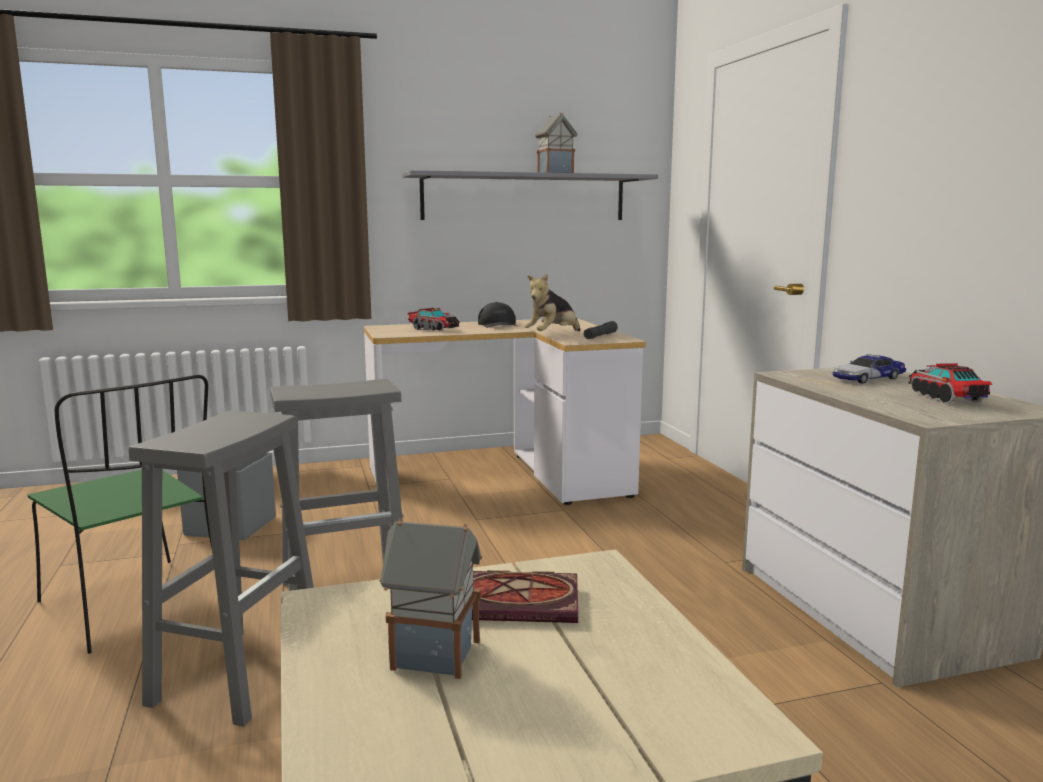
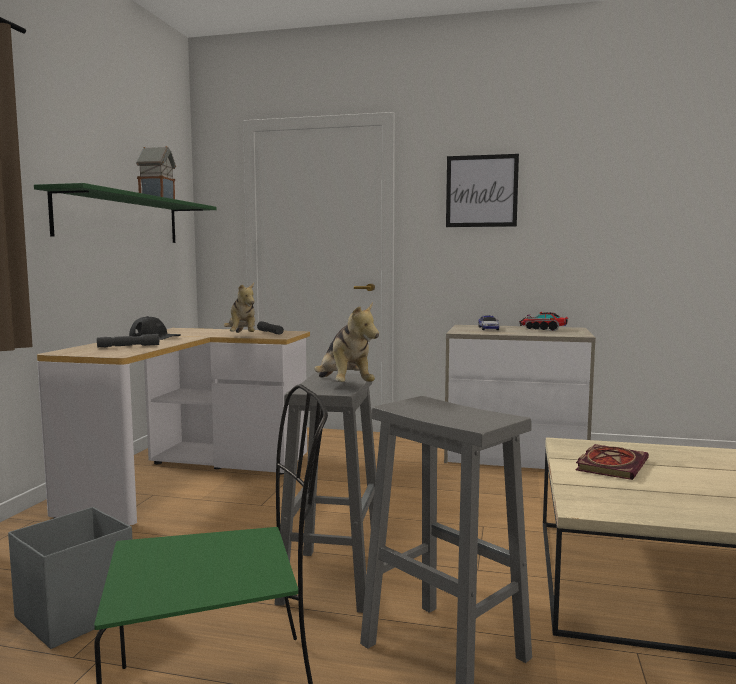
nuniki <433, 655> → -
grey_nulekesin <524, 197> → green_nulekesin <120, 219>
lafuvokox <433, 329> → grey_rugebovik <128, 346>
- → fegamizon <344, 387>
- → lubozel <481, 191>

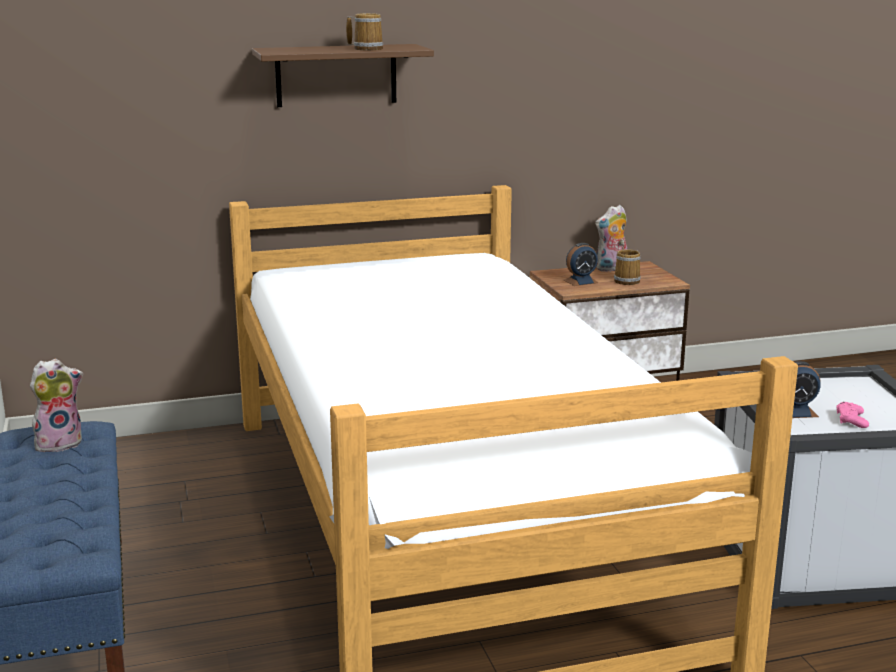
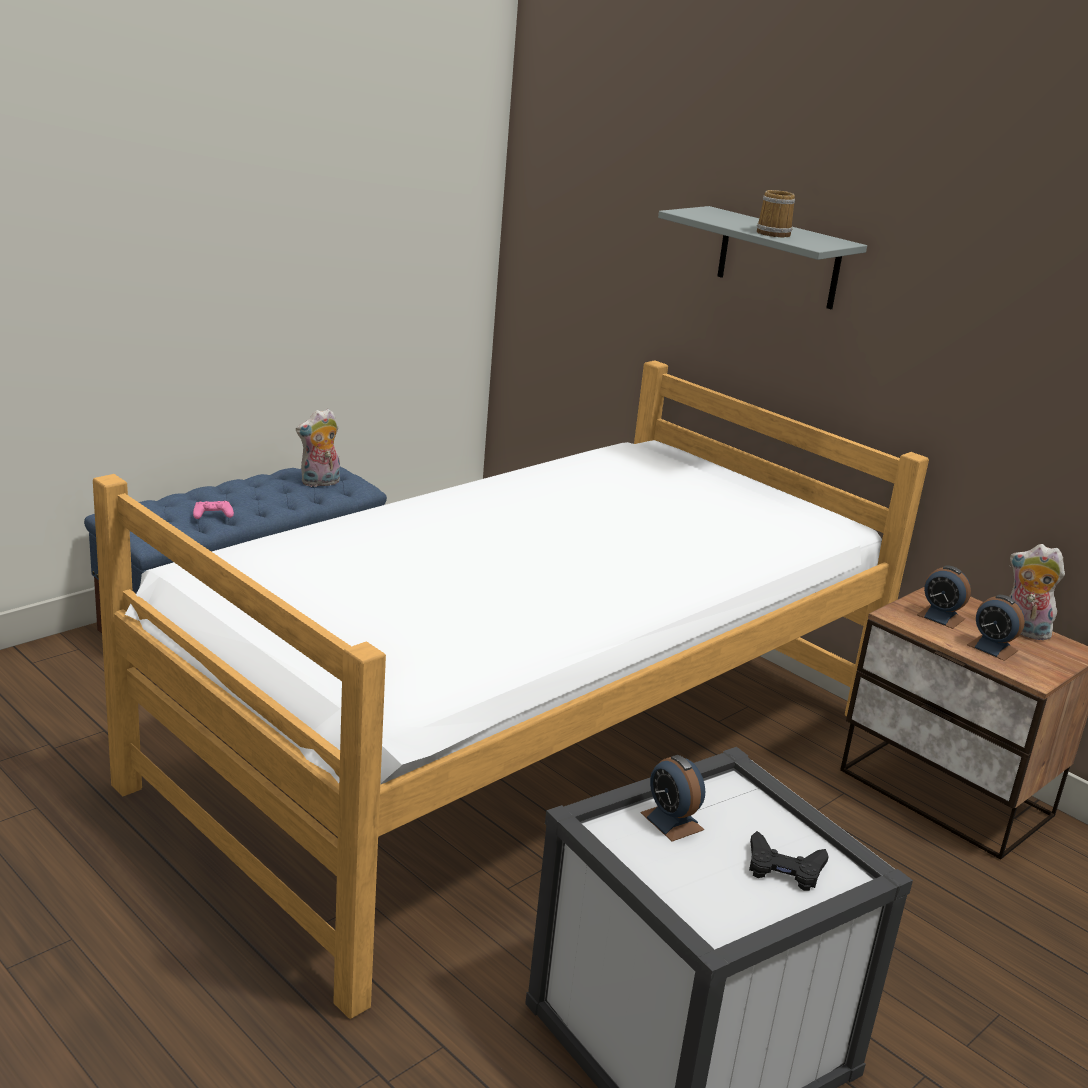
fegamizon <60, 443> → fegamizon <320, 483>, 120 degrees clockwise
brown_nulekesin <336, 75> → grey_nulekesin <779, 258>
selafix <628, 281> → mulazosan <992, 648>
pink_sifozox <851, 420> → pink_sifozox <213, 515>, shifted
- → black_sifozox <784, 868>

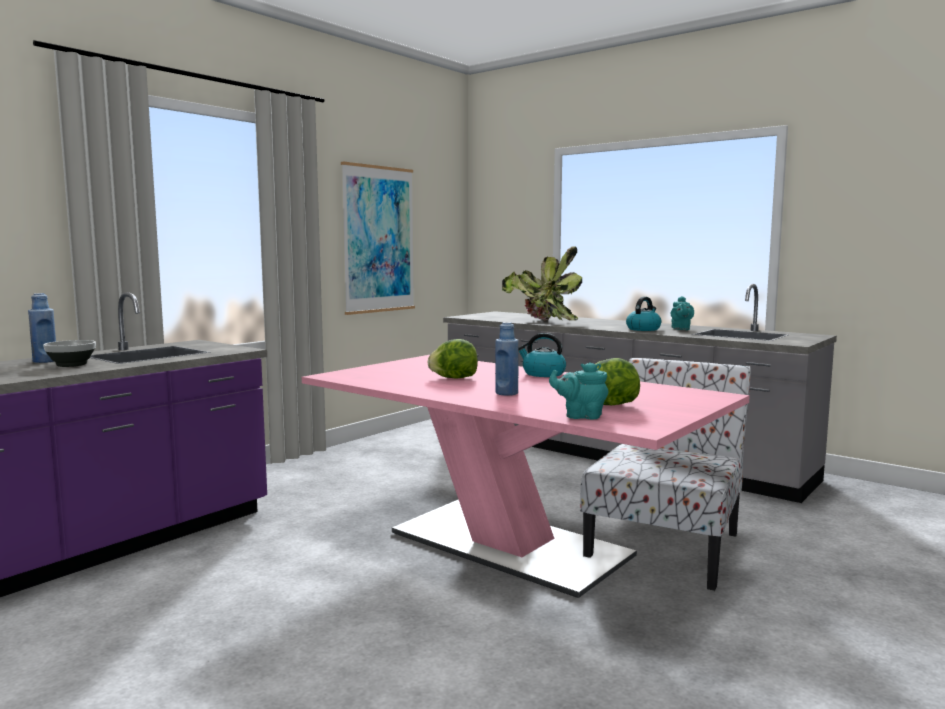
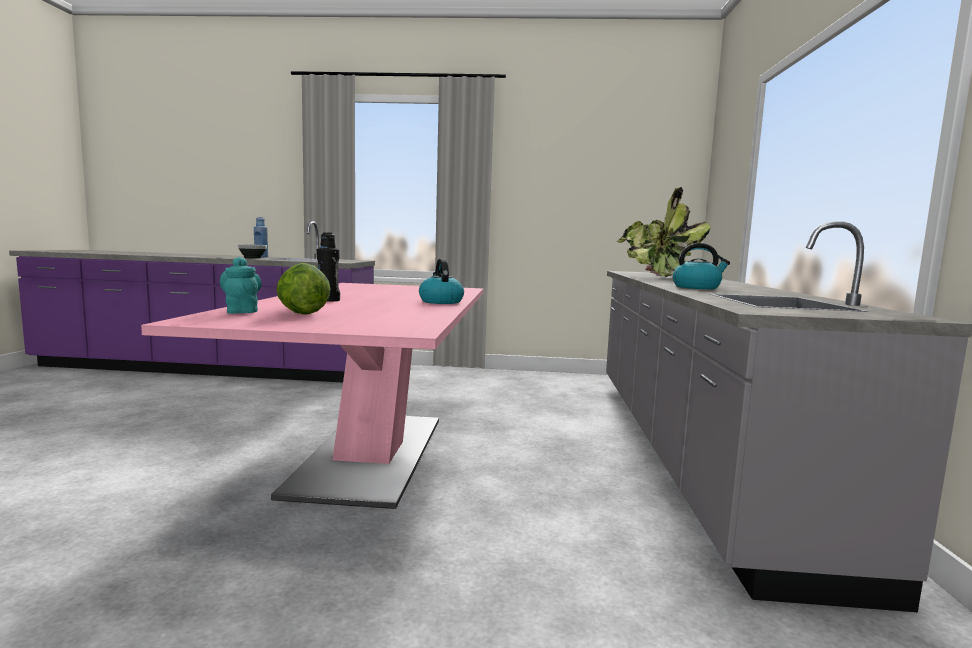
lubozel <378, 239> → -
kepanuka <454, 378> → -
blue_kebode <506, 393> → black_kebode <328, 300>
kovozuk <665, 546> → -
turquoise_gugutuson <680, 329> → -

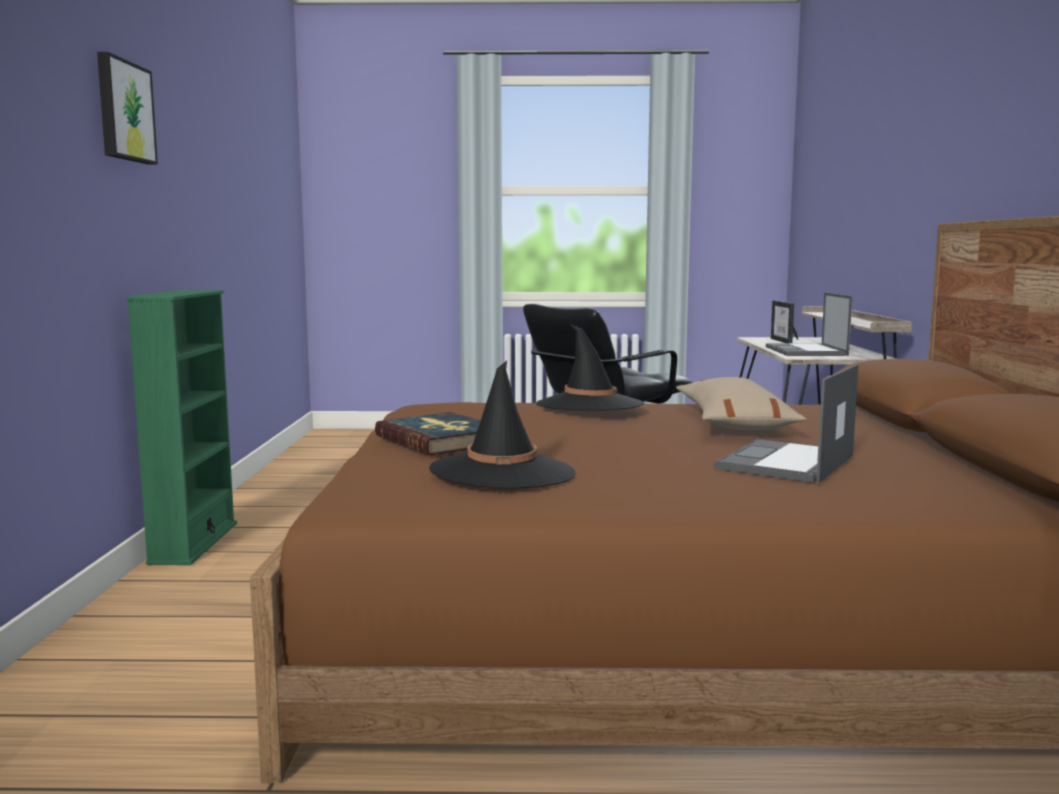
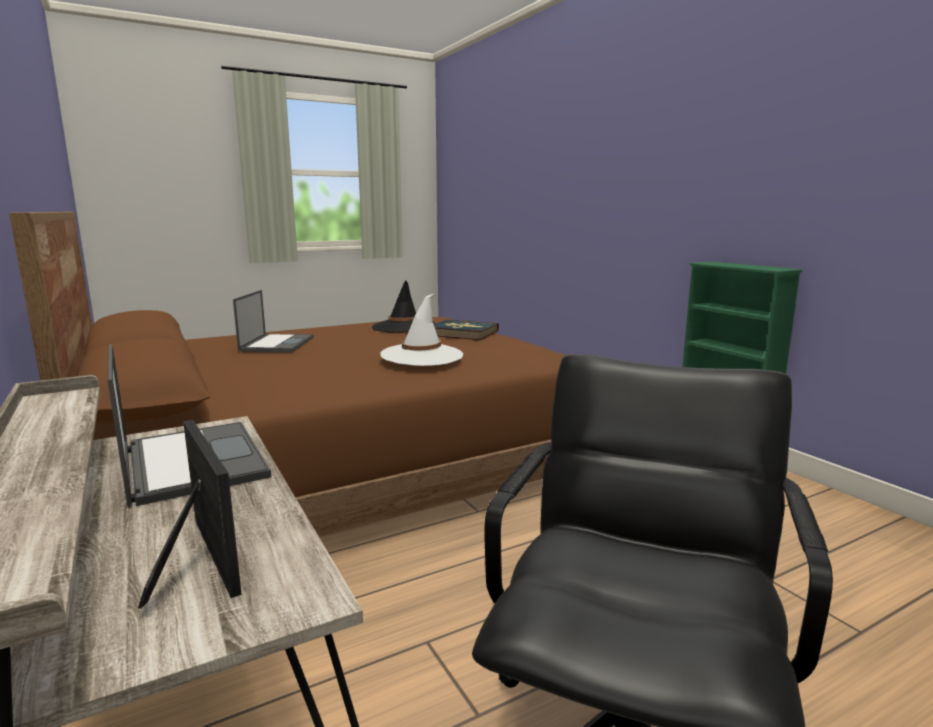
lubozel <124, 111> → -
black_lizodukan <589, 405> → white_lizodukan <422, 355>
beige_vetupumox <733, 423> → -

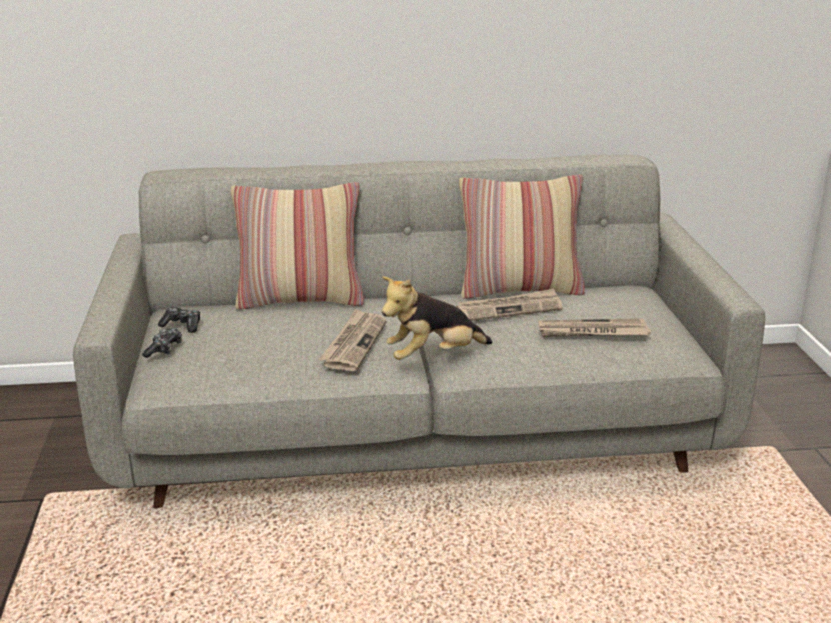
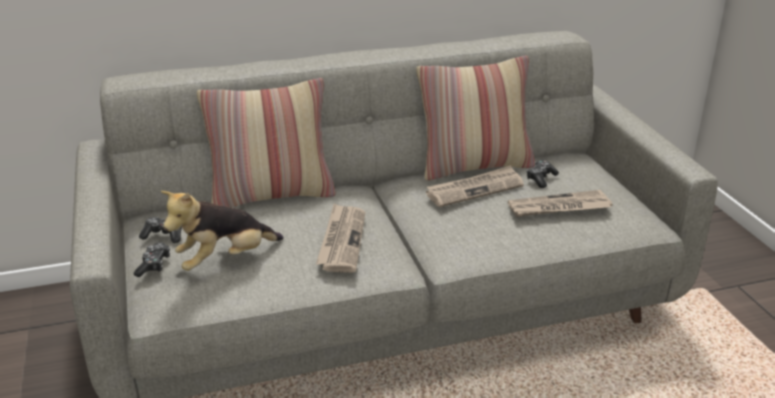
fegamizon <433, 357> → fegamizon <224, 260>, shifted
- → sifozox <541, 179>

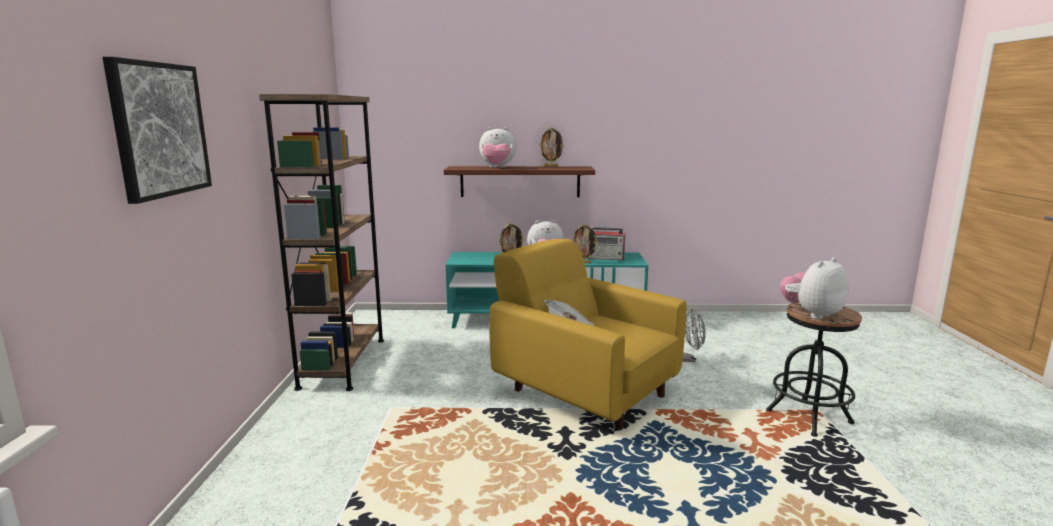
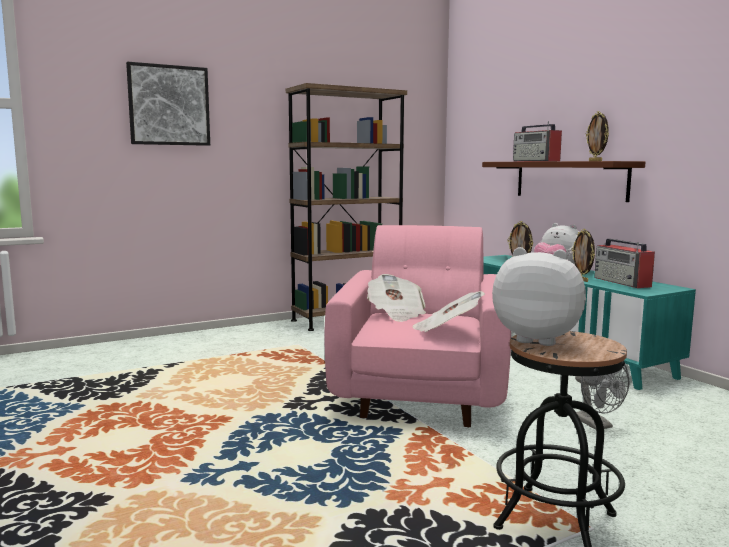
fegamizon <497, 167> → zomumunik <536, 161>
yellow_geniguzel <584, 391> → pink_geniguzel <422, 392>
- → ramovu <446, 330>

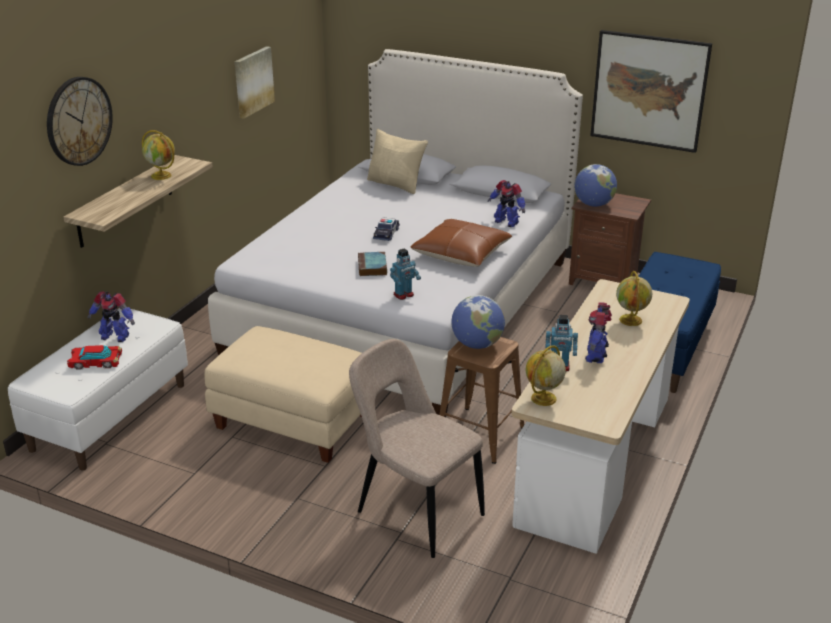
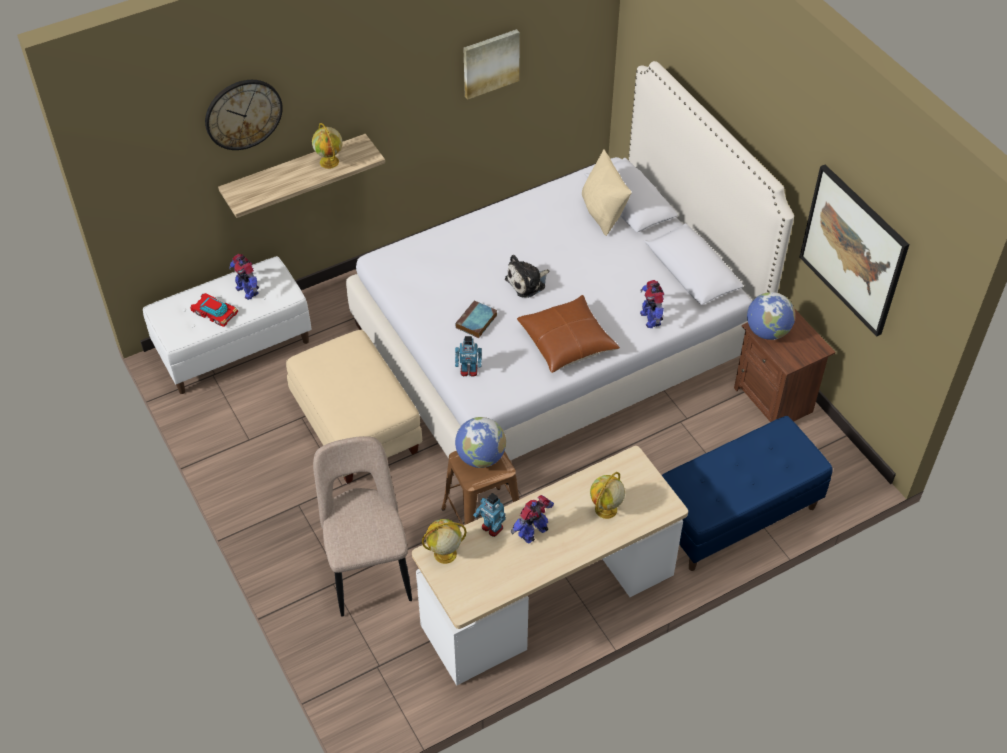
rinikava <386, 234> → fegamizon <527, 282>

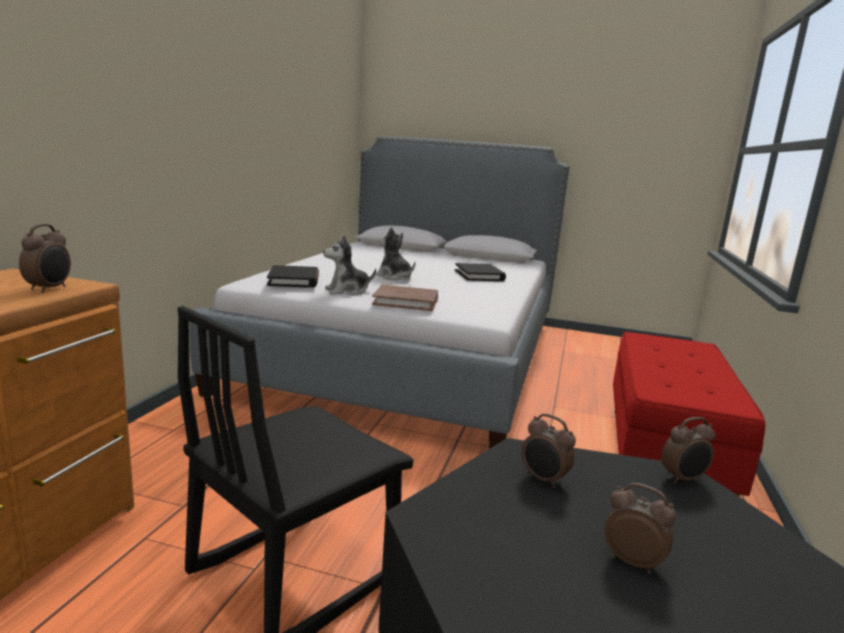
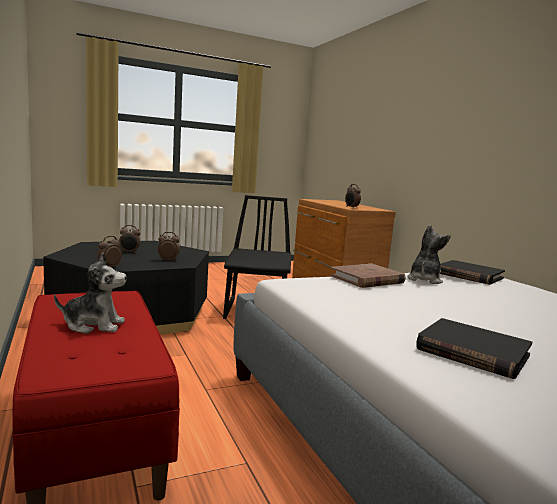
fegamizon <393, 277> → fegamizon <94, 325>, shifted

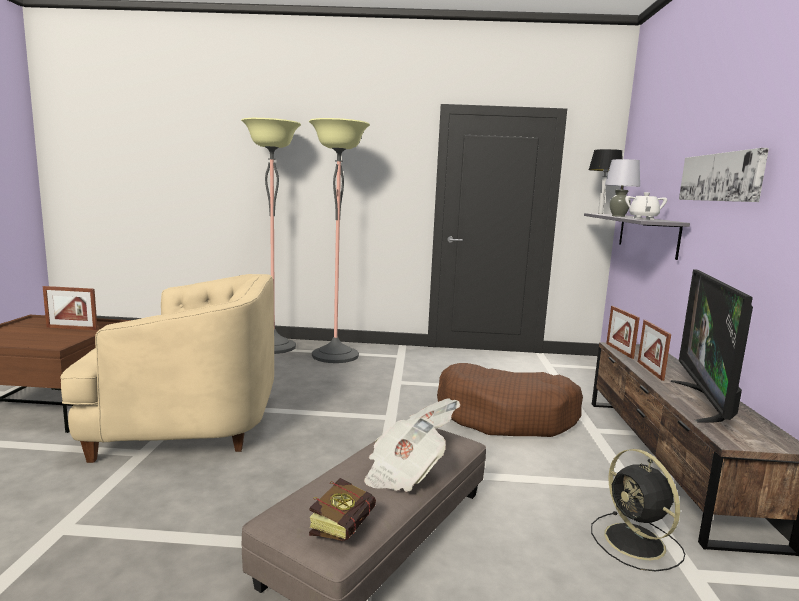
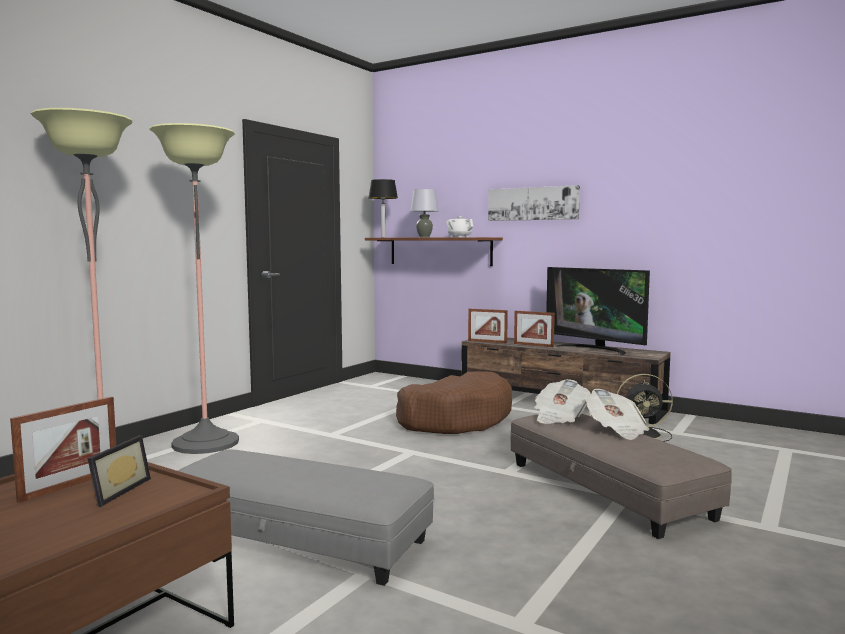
beige_geniguzel <188, 419> → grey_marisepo <296, 539>
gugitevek <346, 525> → -
grey_nulekesin <647, 234> → brown_nulekesin <440, 251>
- → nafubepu <115, 491>

